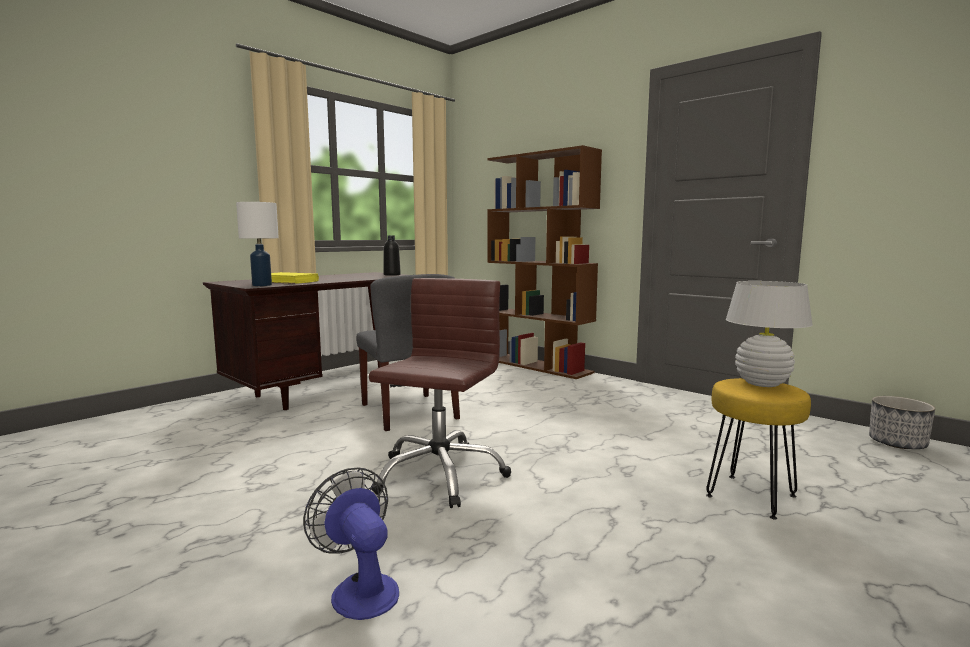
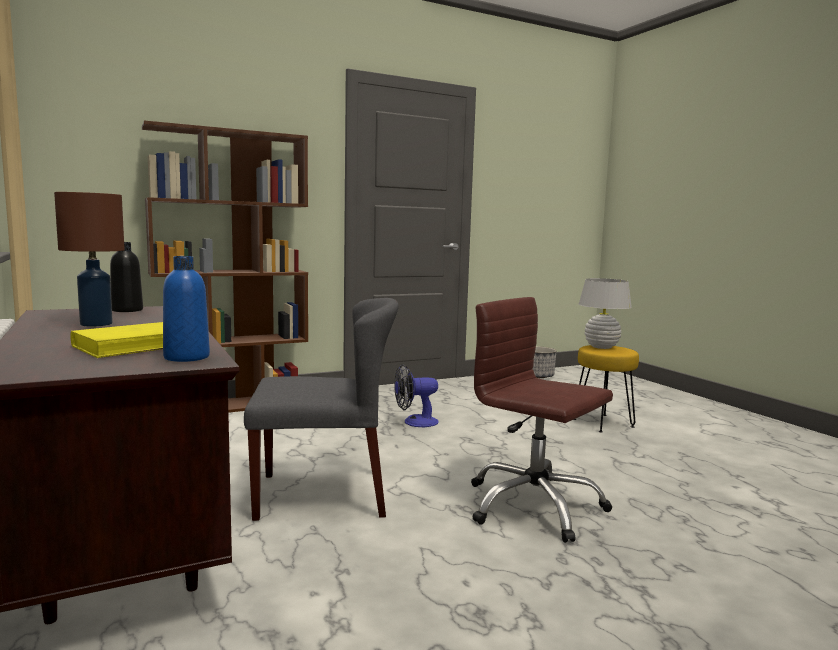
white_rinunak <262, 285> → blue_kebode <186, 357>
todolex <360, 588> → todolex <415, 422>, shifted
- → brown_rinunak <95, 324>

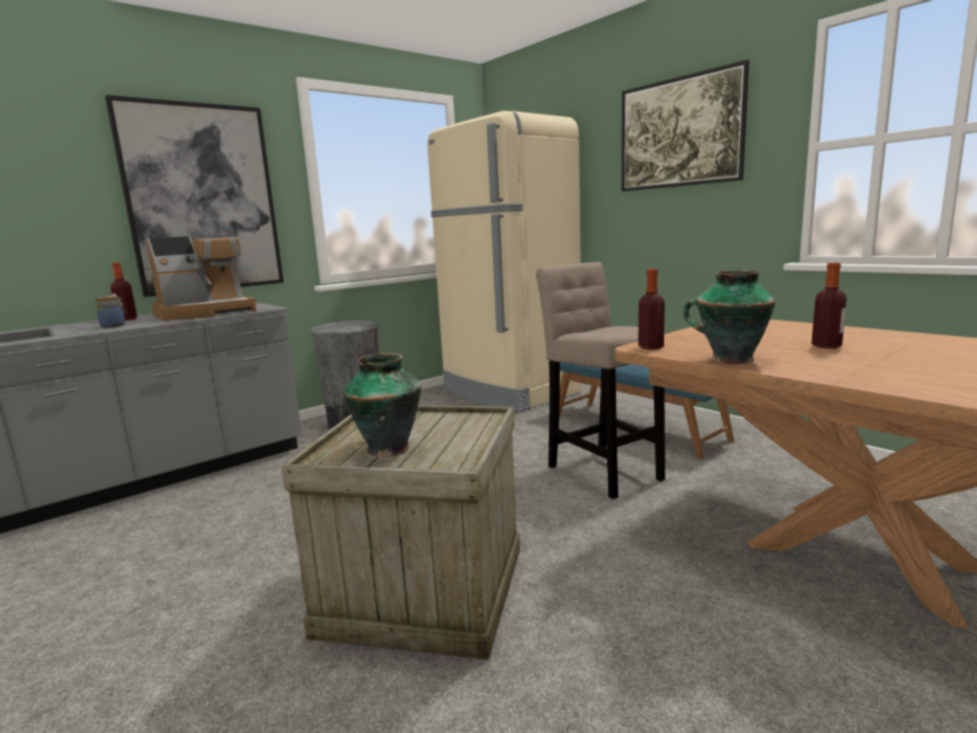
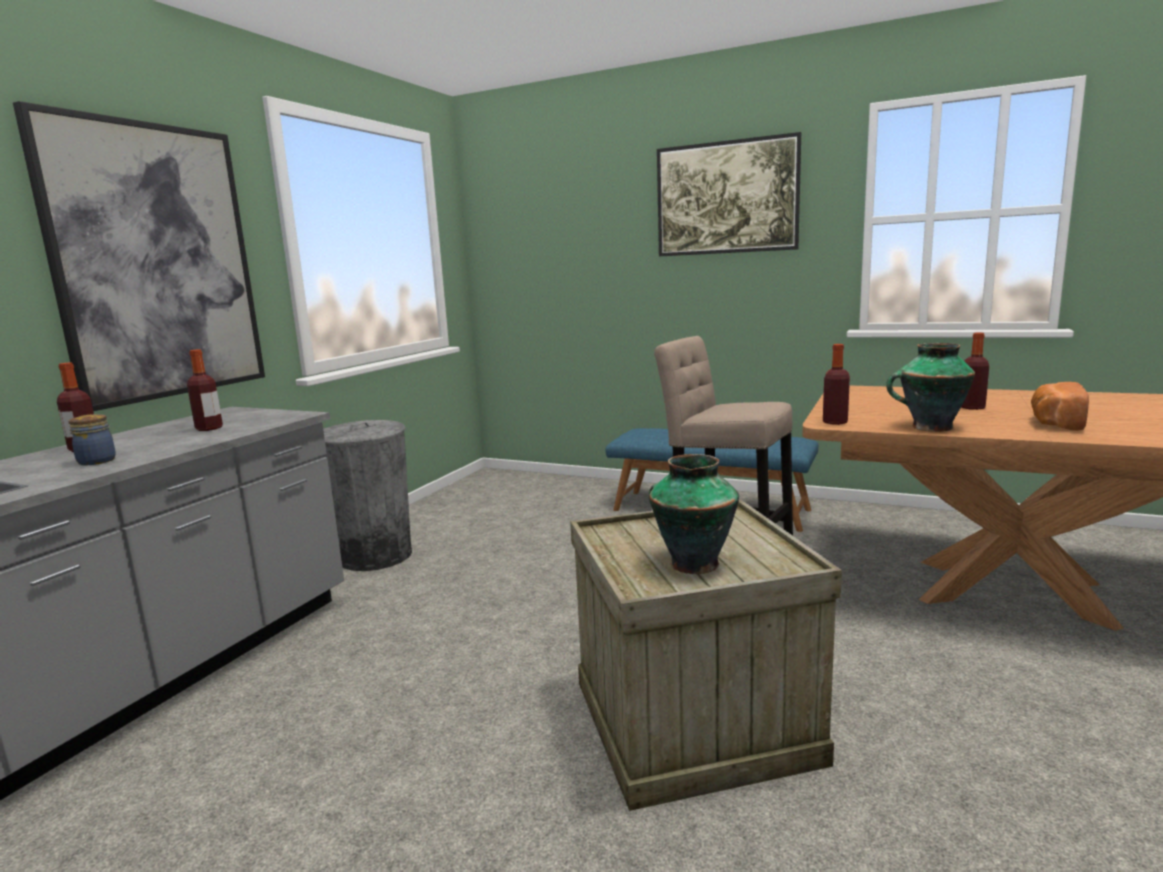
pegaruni <206, 313> → kebode <209, 428>
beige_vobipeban <509, 391> → -
- → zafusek <1054, 423>

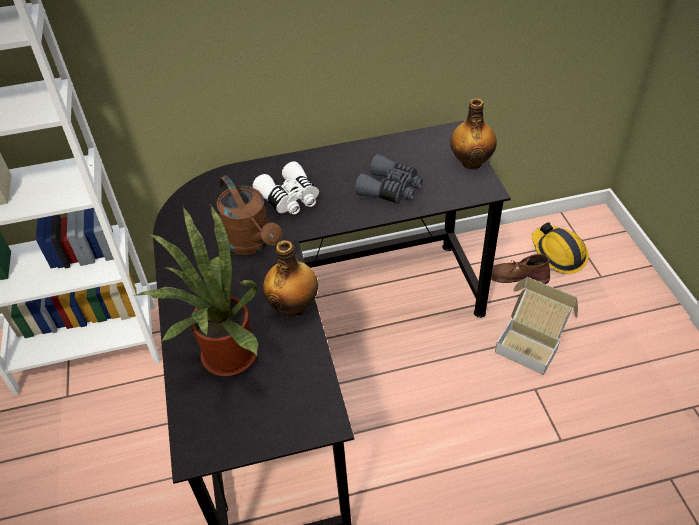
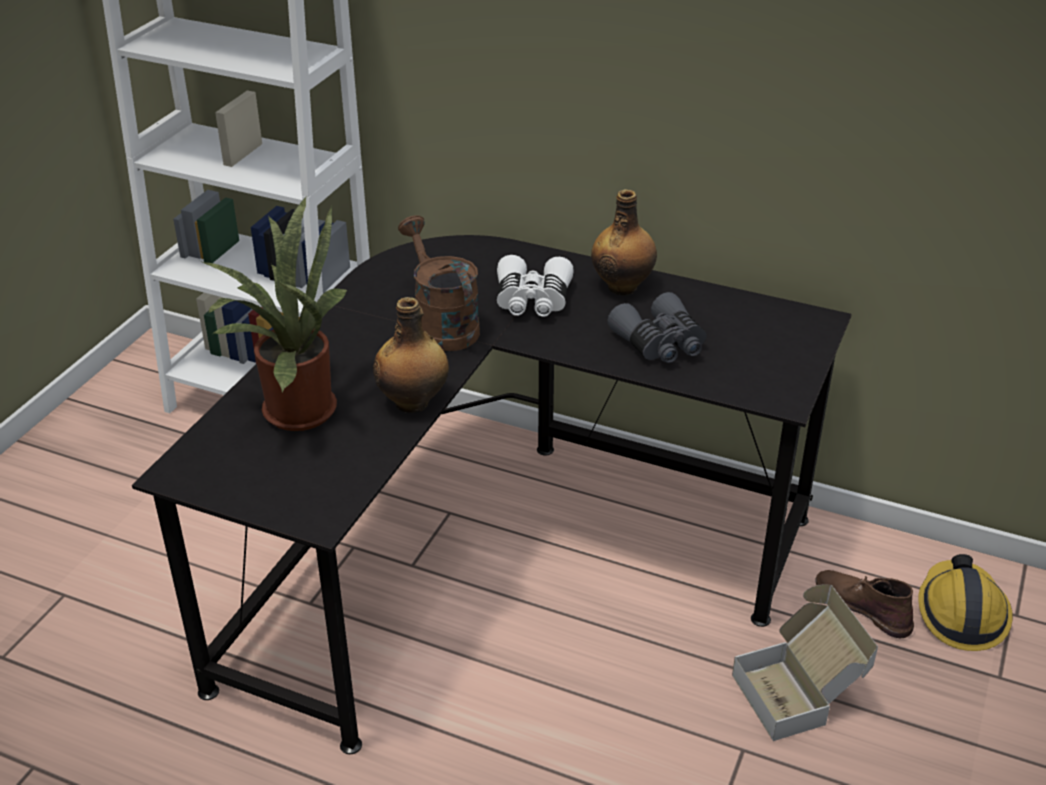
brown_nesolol <253, 244> → brown_nesolol <441, 324>, 150 degrees clockwise
kebode <471, 162> → kebode <623, 286>, shifted

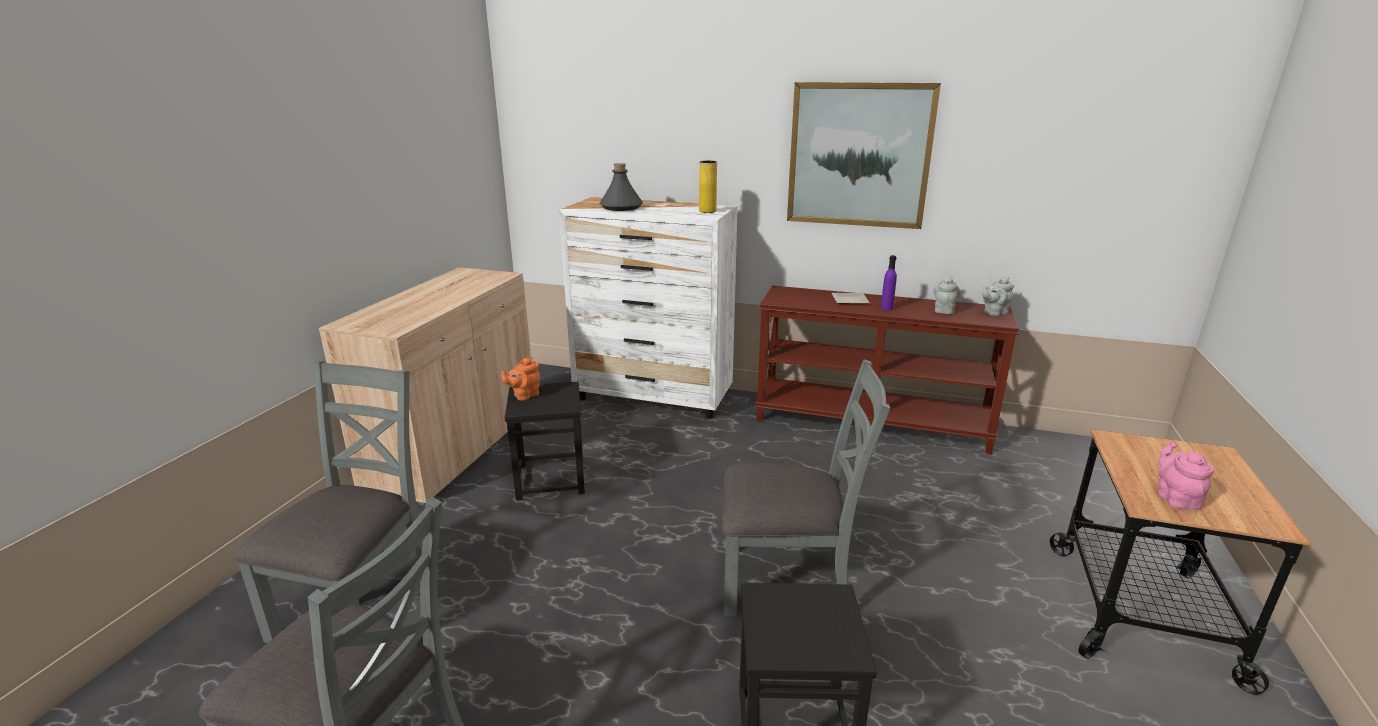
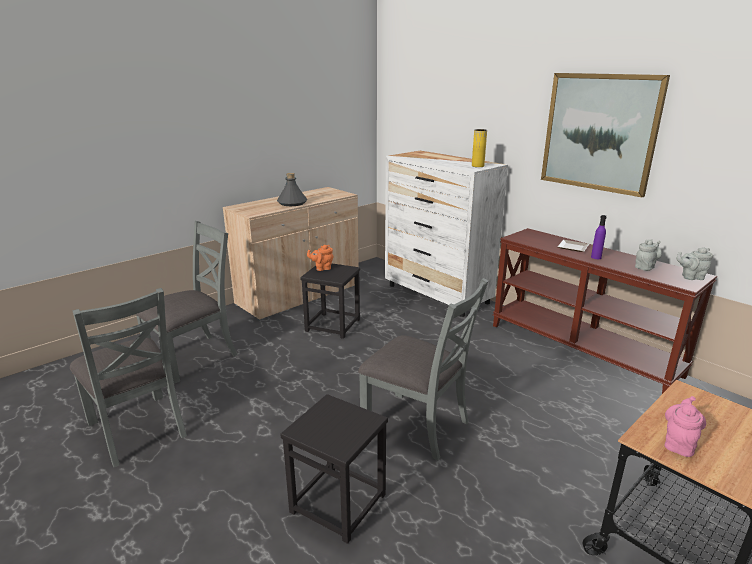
grey_kebode <621, 207> → grey_kebode <292, 203>, shifted

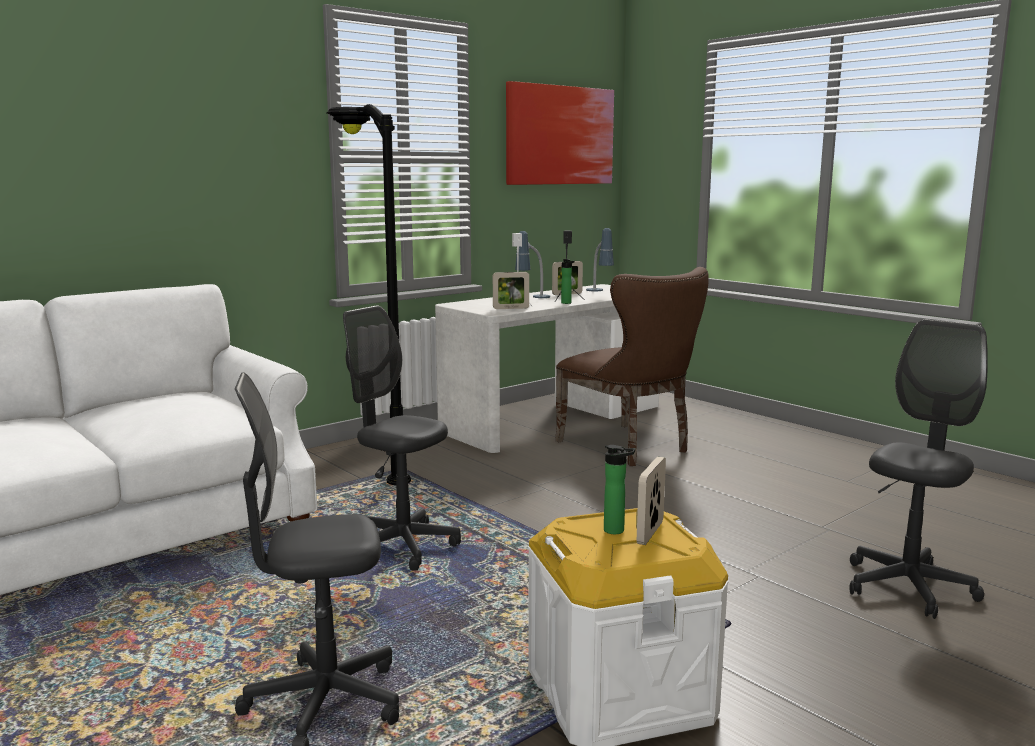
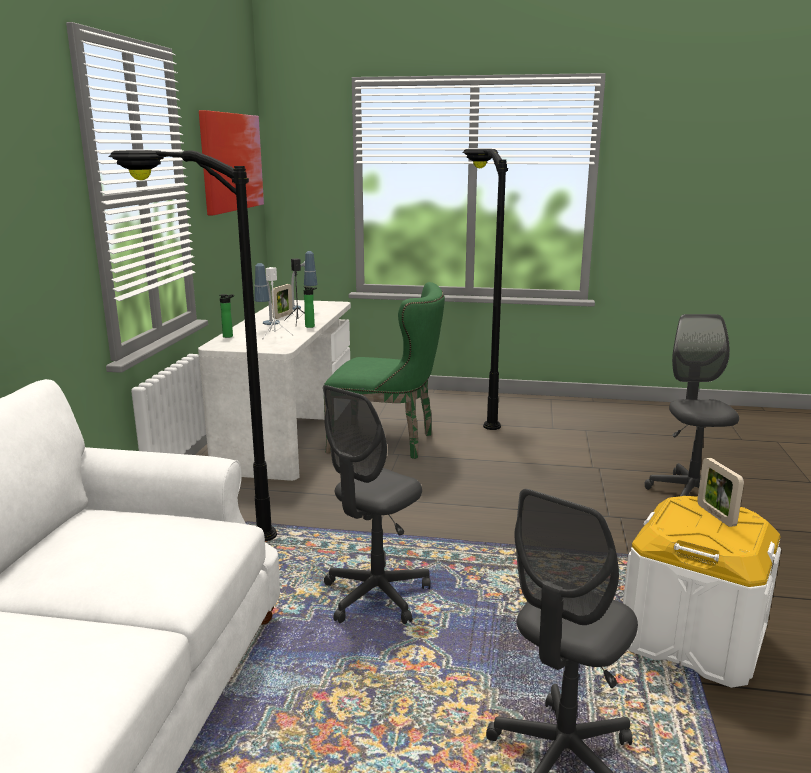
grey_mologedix <401, 546> → grey_mologedix <376, 596>, 45 degrees counterclockwise
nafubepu <511, 308> → -
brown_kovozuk <630, 447> → green_kovozuk <388, 442>
kebode <617, 531> → kebode <229, 336>, shifted
- → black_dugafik <477, 408>

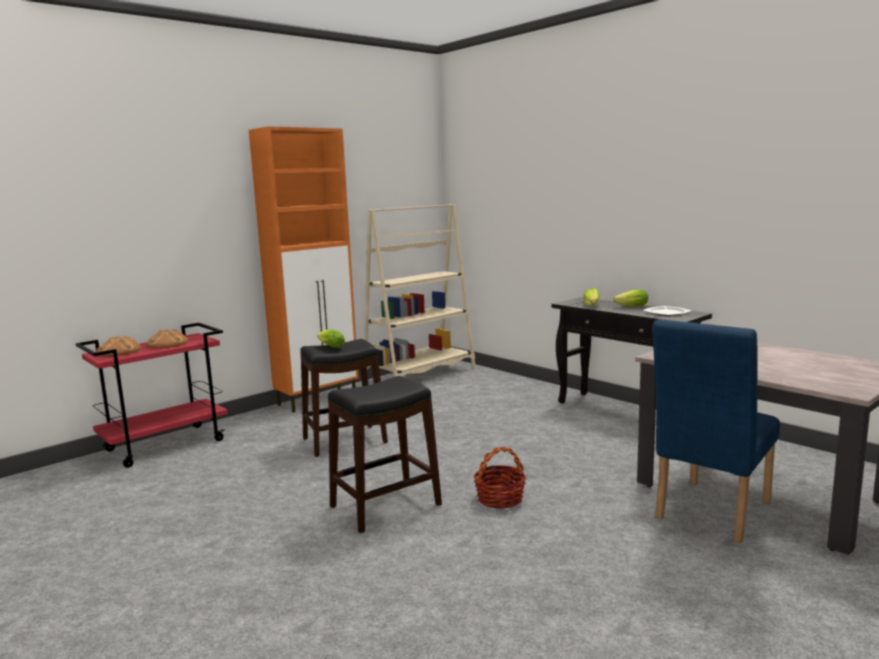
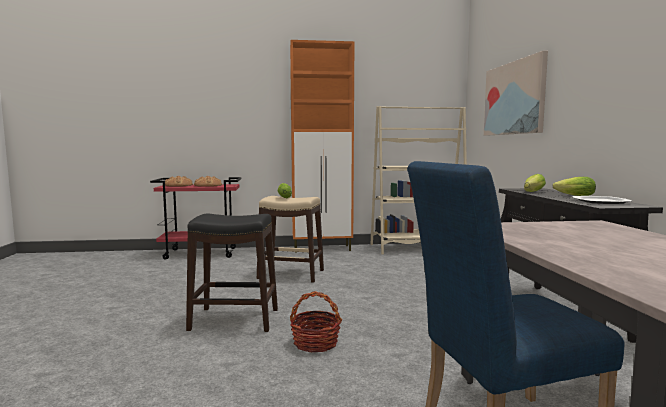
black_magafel <344, 440> → beige_magafel <291, 274>
- → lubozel <514, 98>

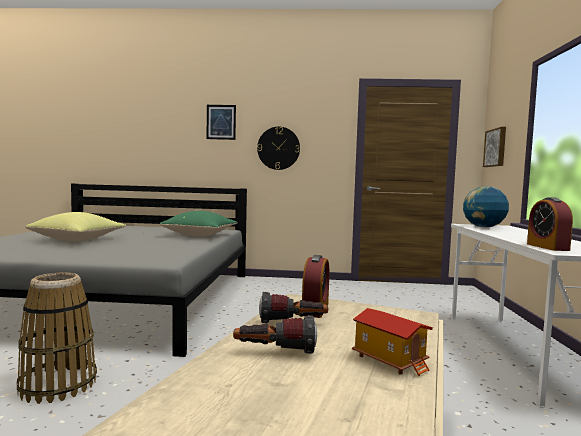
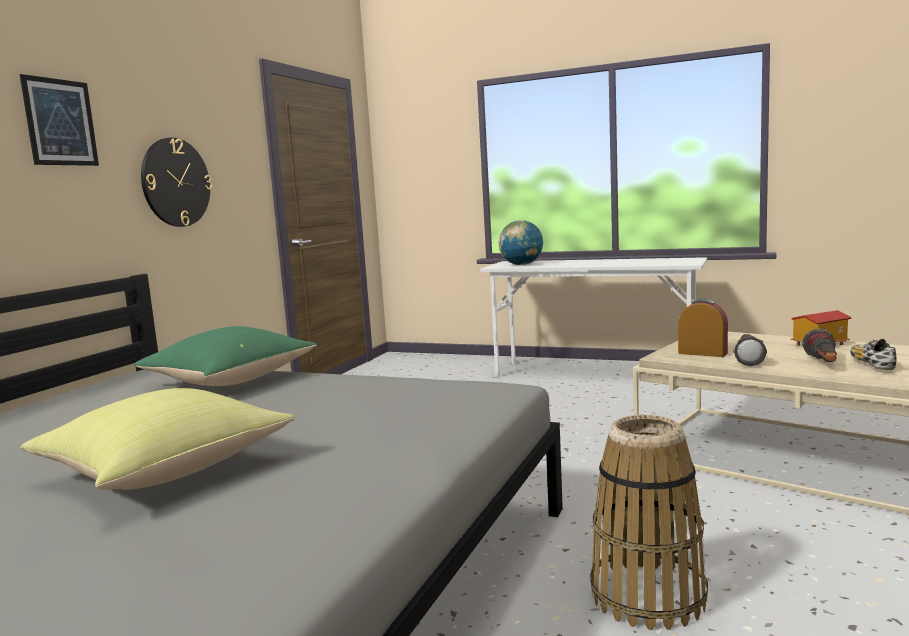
lubozel <496, 147> → -
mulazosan <547, 247> → -
- → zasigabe <871, 365>

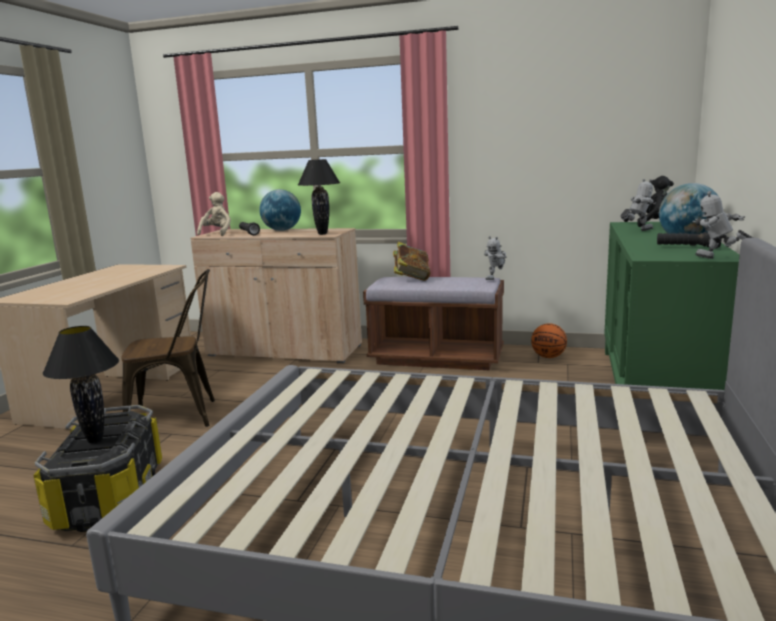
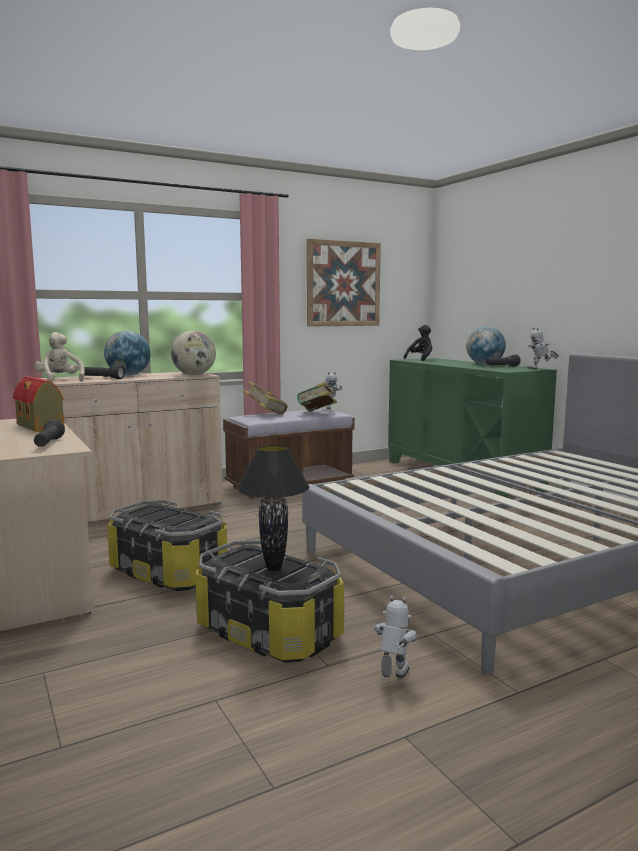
brown_kovozuk <180, 416> → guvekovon <169, 572>
black_rinunak <322, 234> → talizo <194, 375>
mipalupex <548, 357> → -
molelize <636, 230> → molelize <393, 680>, shifted
- → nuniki <40, 427>
- → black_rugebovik <49, 444>
- → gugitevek <317, 413>
- → lubozel <343, 284>

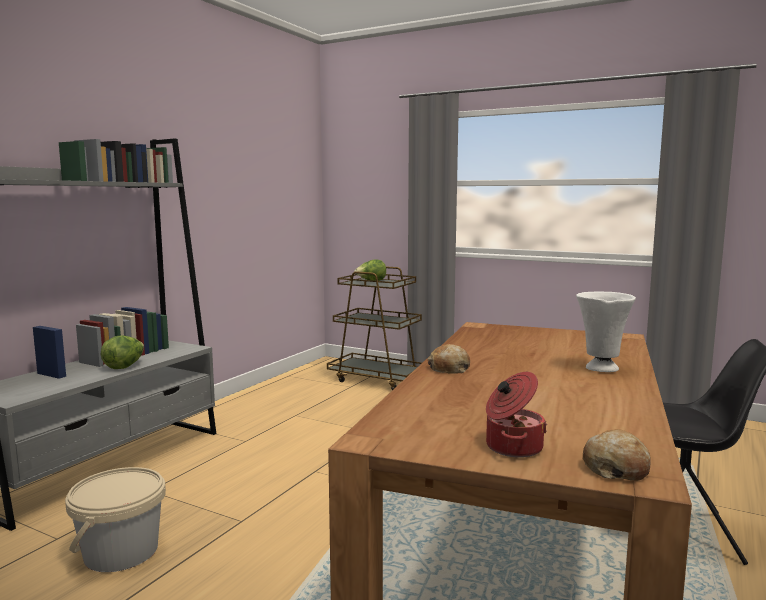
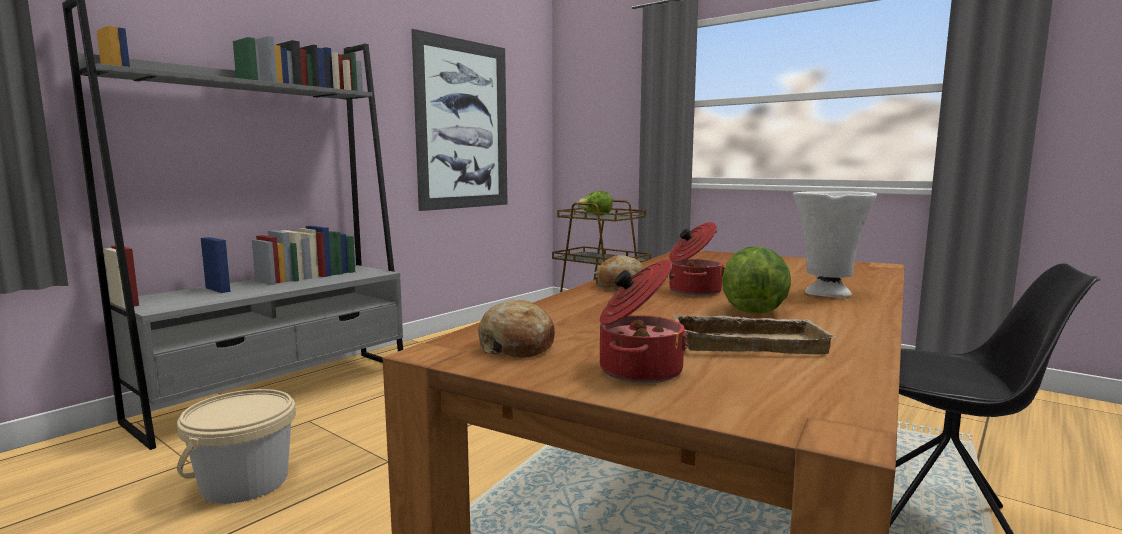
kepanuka <125, 366> → kepanuka <755, 309>, shifted
zafusek <615, 468> → zafusek <517, 346>, shifted
- → lubozel <463, 125>
- → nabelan <693, 291>
- → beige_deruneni <749, 342>

